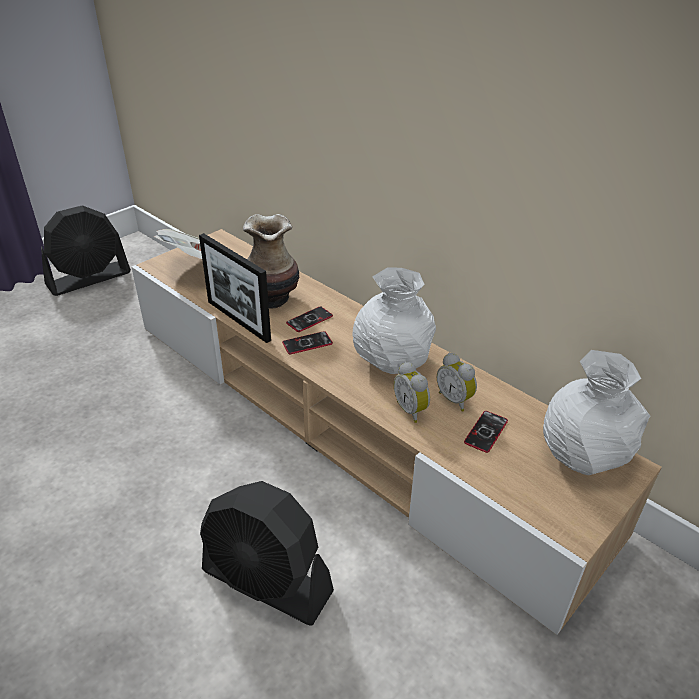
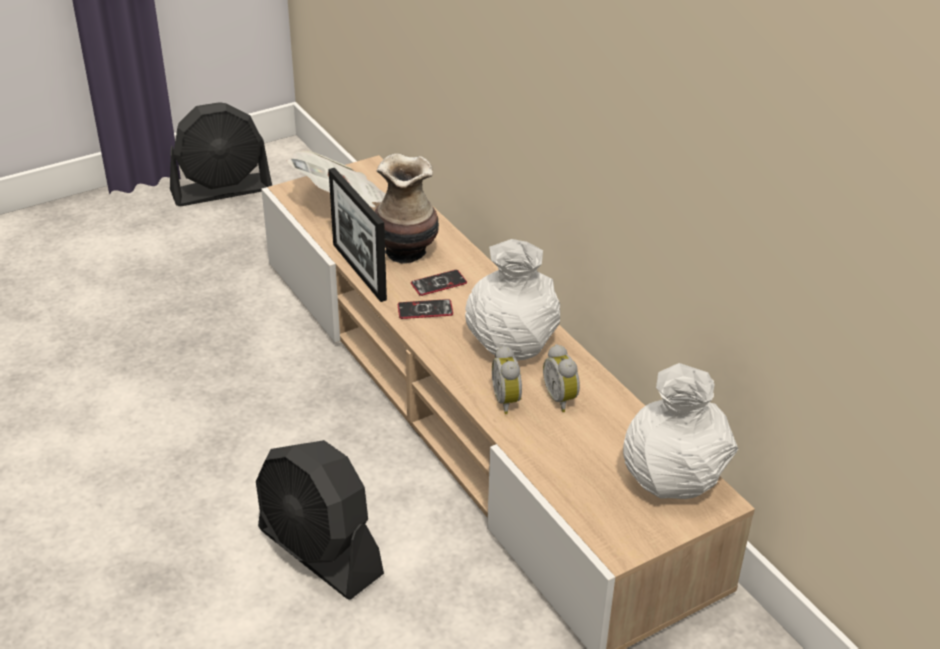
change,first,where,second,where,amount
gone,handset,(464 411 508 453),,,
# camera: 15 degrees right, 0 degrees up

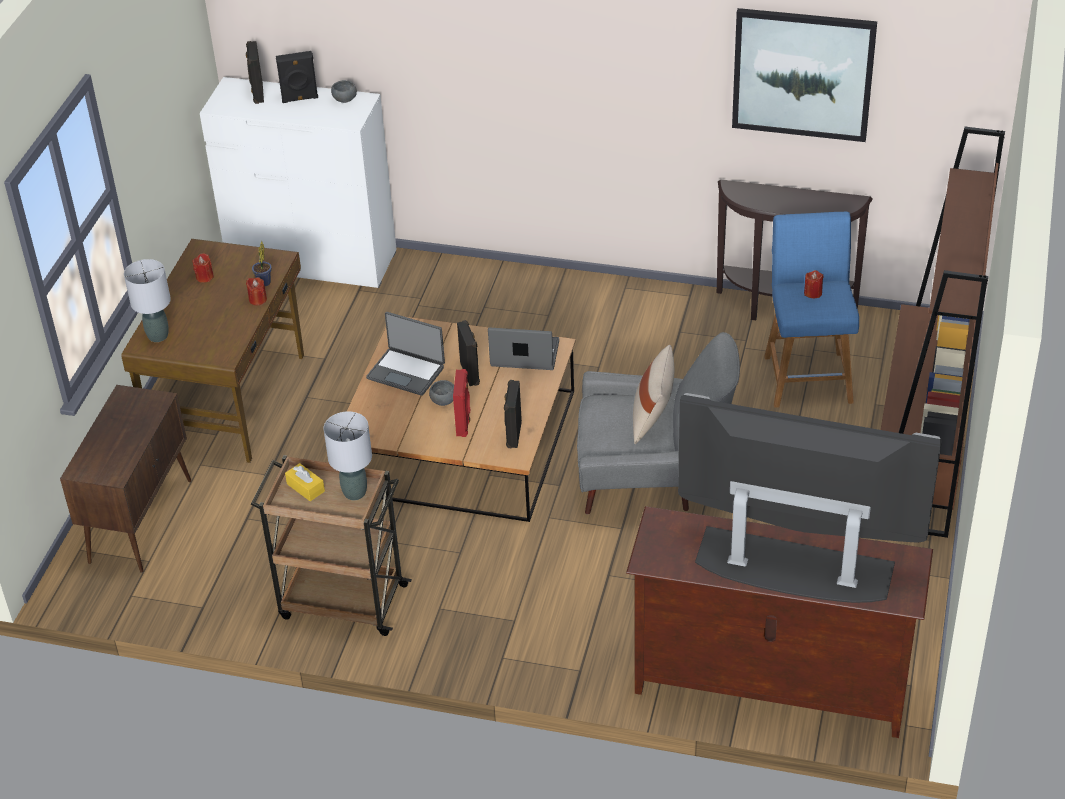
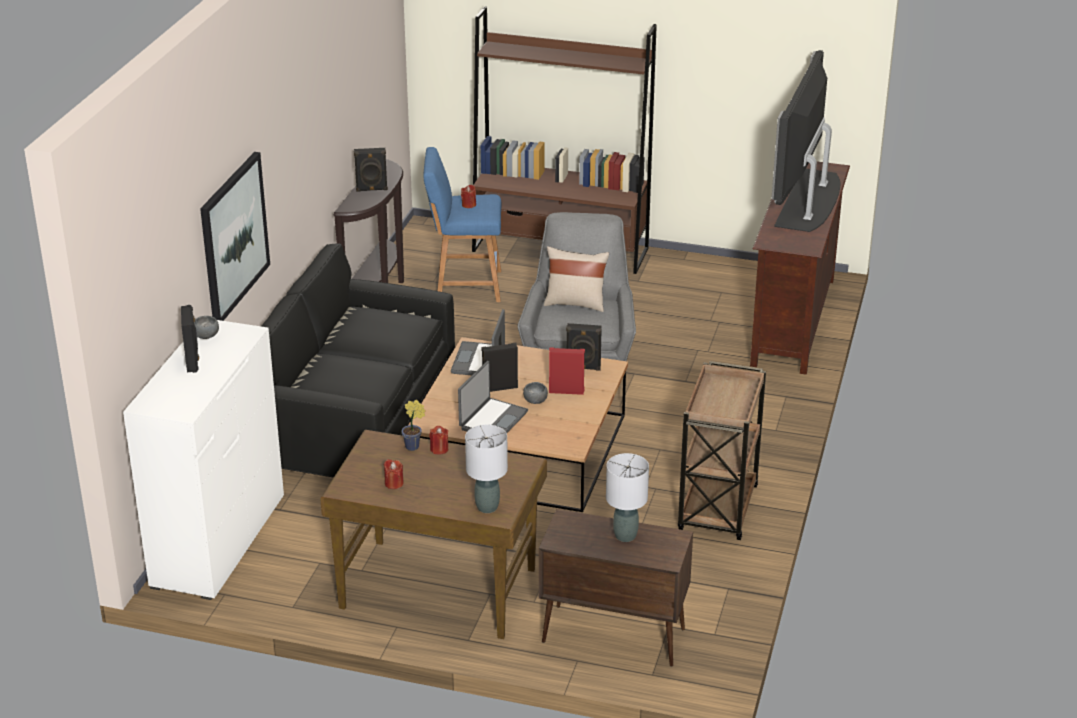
change,first,where,second,where,amount
shifted,black-coloured_audio_speaker,(246 41 264 104),,(354 148 388 192),
gone,yellow-coloured_tissue_holder,(285 463 325 501),,,
shifted,grey_table_lamp,(323 411 372 500),,(606 453 649 542),
shifted,picture,(732 8 877 142),,(200 152 270 321),
new,,,black-coloured_settee,(261 243 455 478),
# camera: 90 degrees left, 10 degrees down

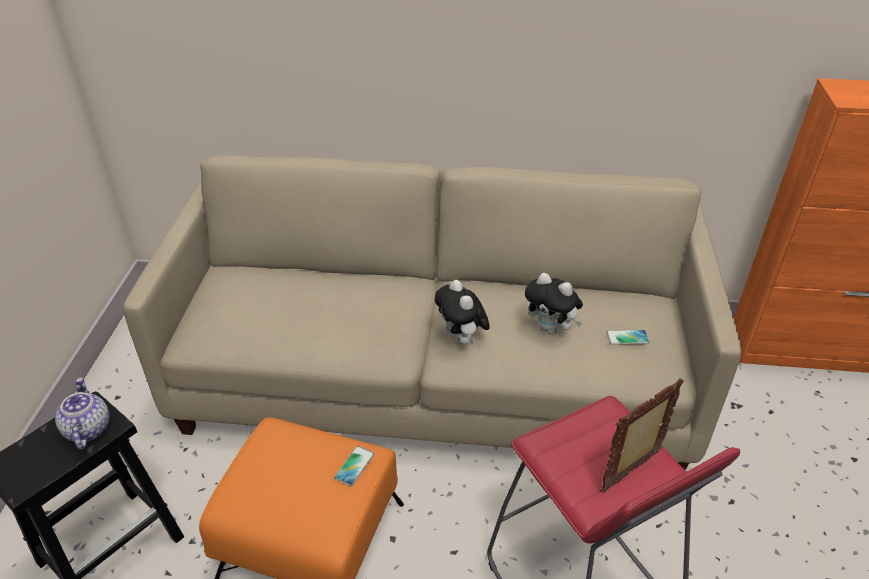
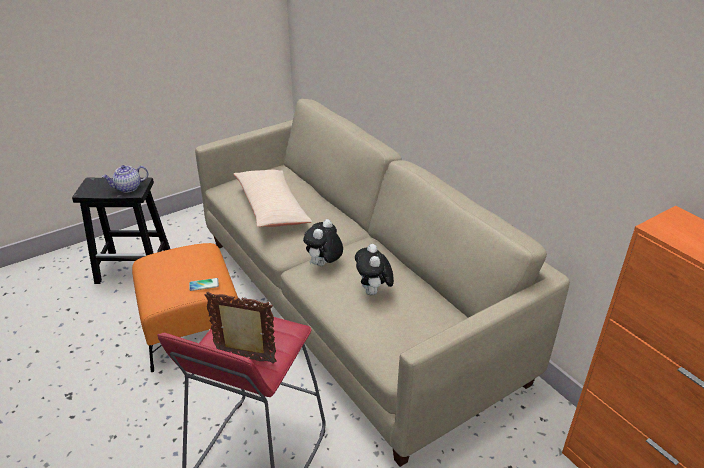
change,first,where,second,where,amount
rotated,pot_for_tea,(55 377 110 449),,(102 165 148 193),150 degrees counterclockwise
gone,handset,(606 330 649 345),,,
new,,,beige_throw_pillow,(233 170 312 227),
# camera: 50 degrees right, 5 degrees down

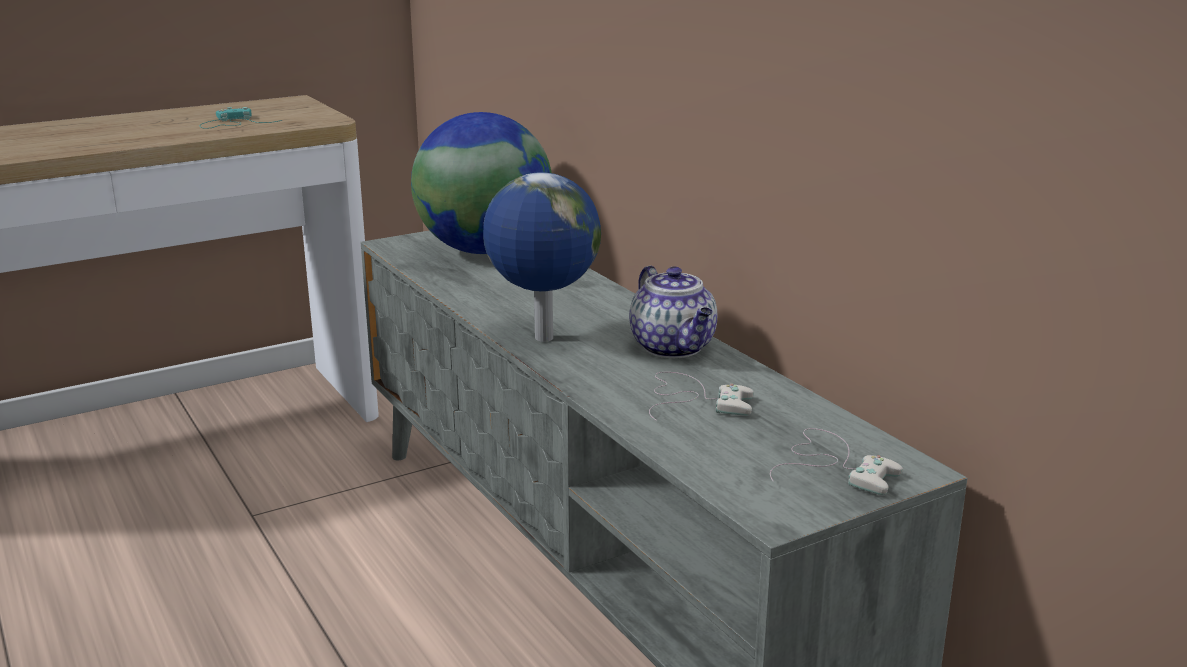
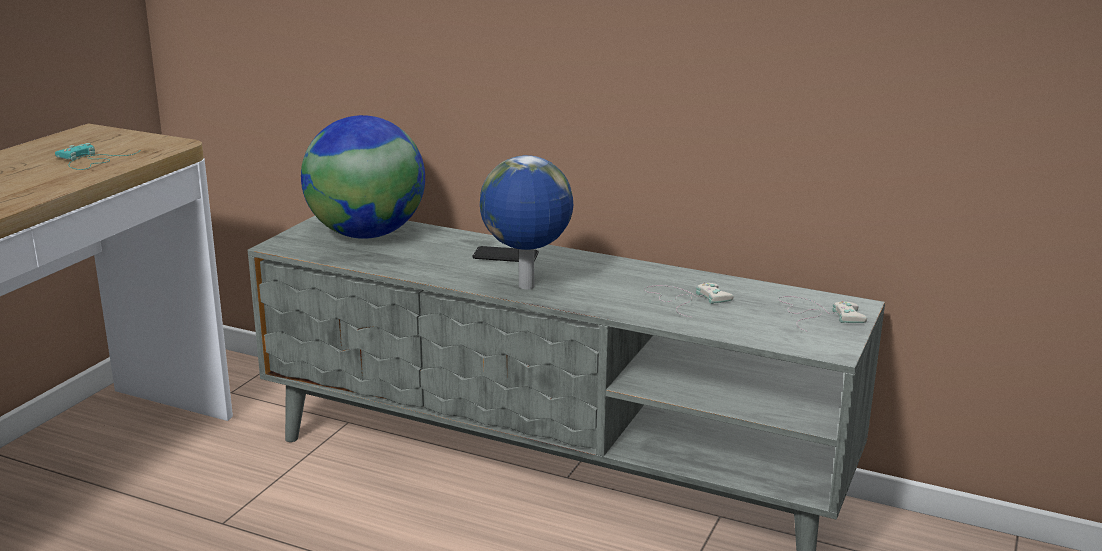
change,first,where,second,where,amount
gone,pot_for_tea,(629 265 717 358),,,
new,,,handset,(472 246 539 262),
# camera: 35 degrees left, 0 degrees up

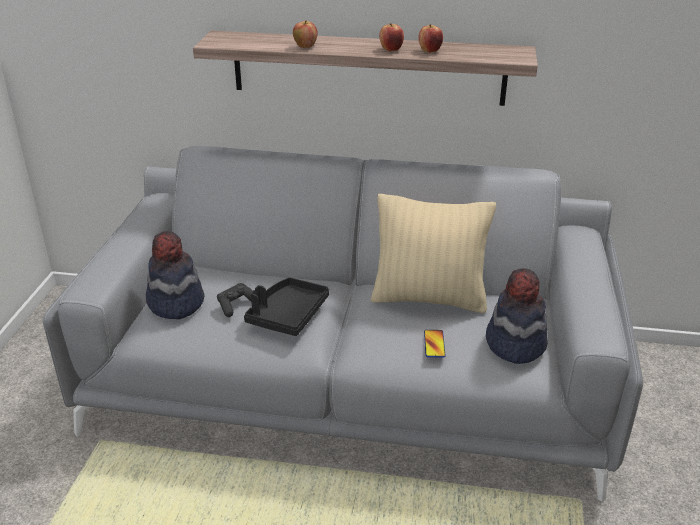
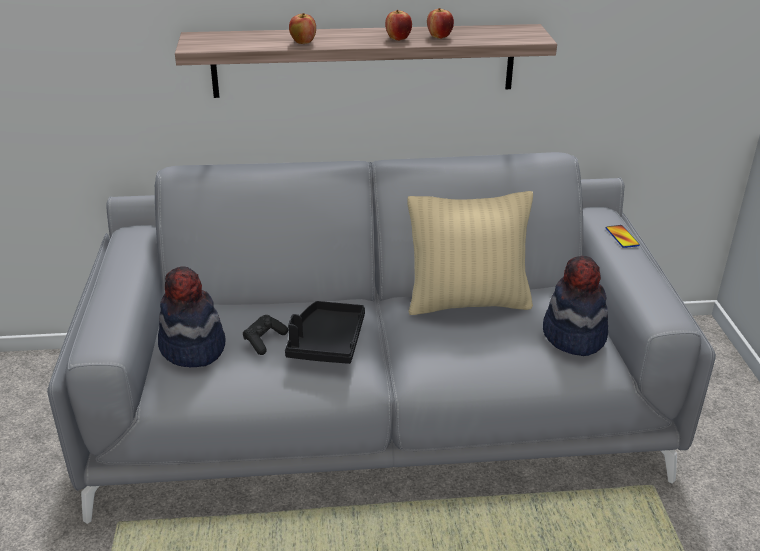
change,first,where,second,where,amount
shifted,handset,(424 330 446 358),,(606 225 640 248),
# camera: 15 degrees left, 0 degrees up

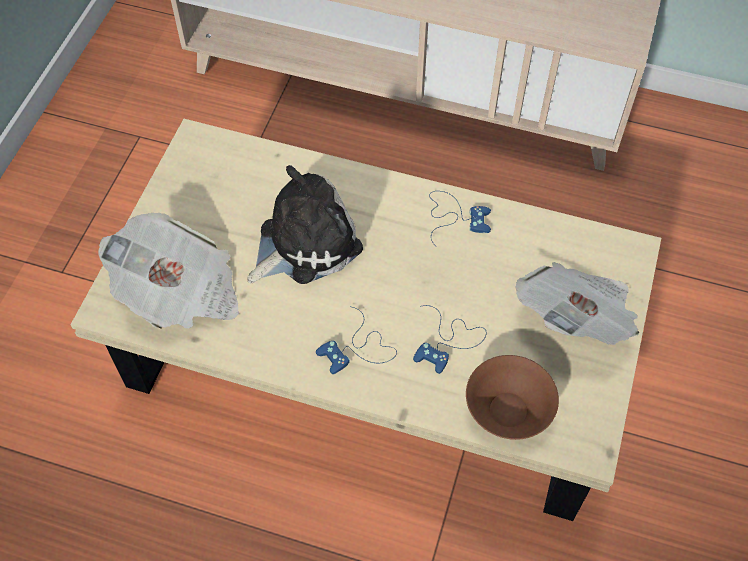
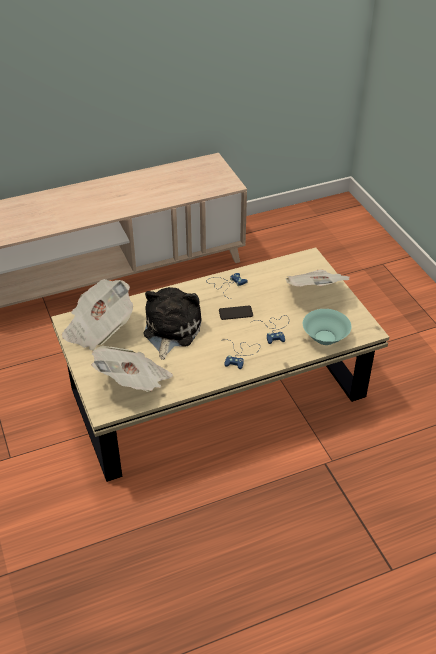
change,first,where,second,where,amount
repainted,brownish_bowl,(466 355 559 440),turquoise_bowl,(303 309 351 345),
new,,,printed_paper,(62 279 133 350),
new,,,handset,(219 306 253 320),
# camera: 40 degrees left, 15 degrees down

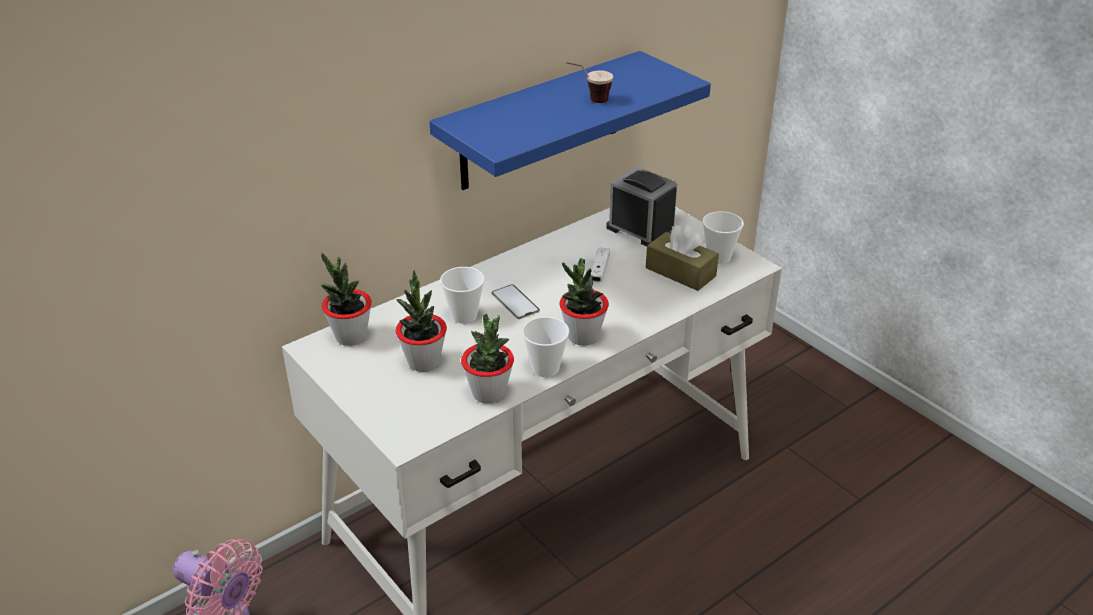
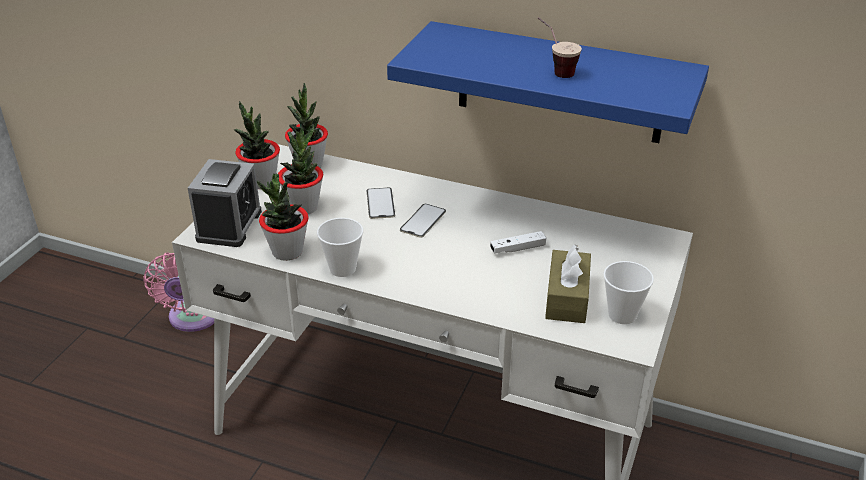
change,first,where,second,where,amount
swapped,drinking_cup,(440 267 485 323),handset,(367 188 395 219),
shifted,houseplant,(559 258 609 345),,(234 101 280 189),
shifted,table_clock,(606 167 678 246),,(188 159 262 247),
# camera: 60 degrees right, 0 degrees up

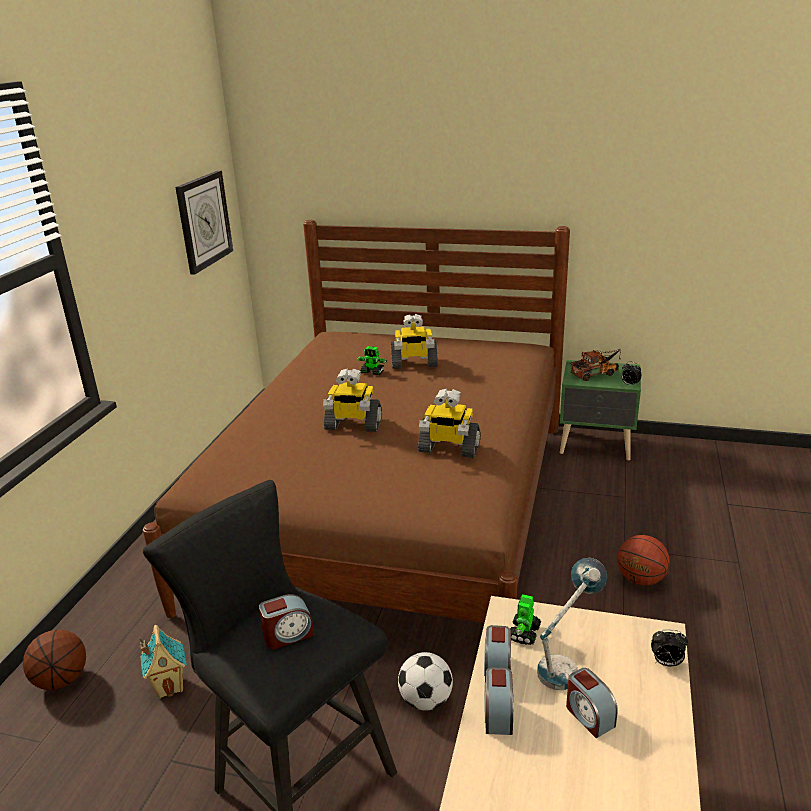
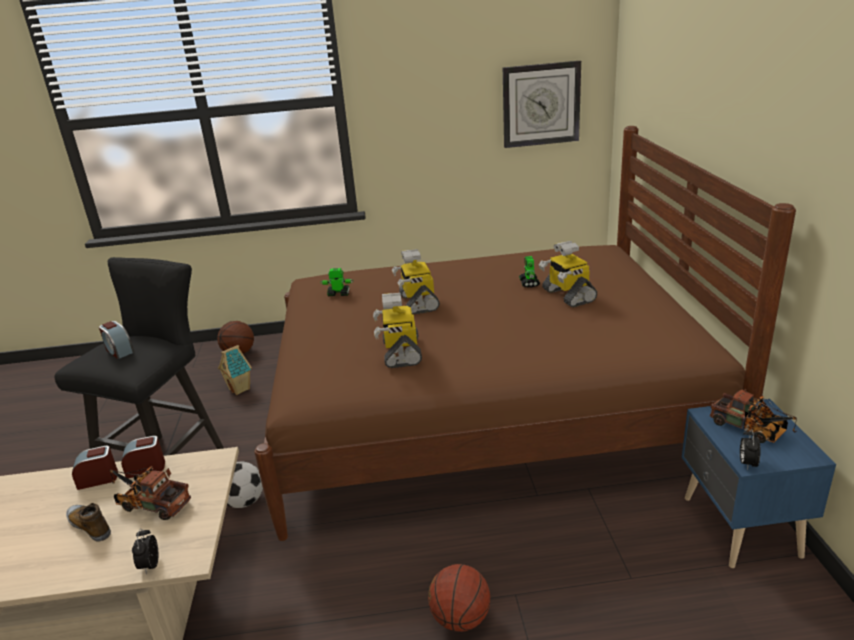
change,first,where,second,where,amount
shifted,robot_figure,(510 594 541 645),,(321 268 354 296),
swapped,table_lamp,(537 558 608 690),model_truck,(110 466 191 520),
repainted,green_bedside_table,(560 360 641 460),blue_bedside_table,(682 399 836 568),
swapped,table_clock,(566 668 618 738),item_of_footwear,(66 503 111 542),
# camera: 70 degrees right, 0 degrees up

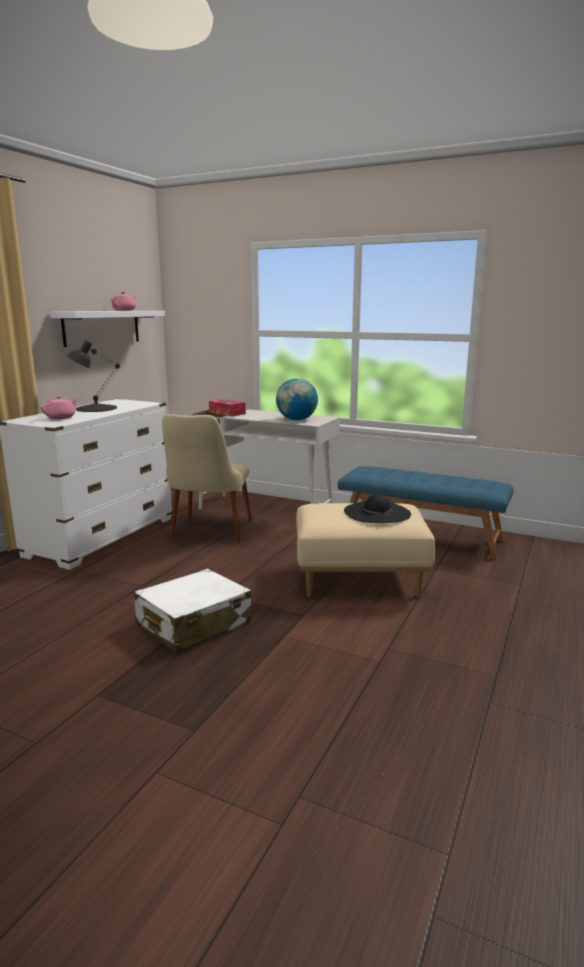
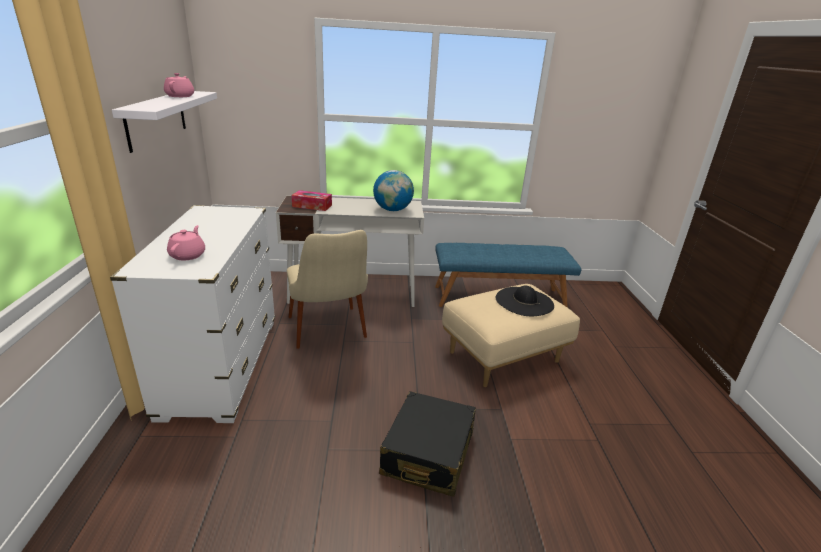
change,first,where,second,where,amount
gone,black-coloured_table_lamp,(67 340 120 412),,,
repainted,white_piece_of_luggage,(134 569 252 653),black-coloured_piece_of_luggage,(379 391 476 497),
# camera: 30 degrees left, 10 degrees up

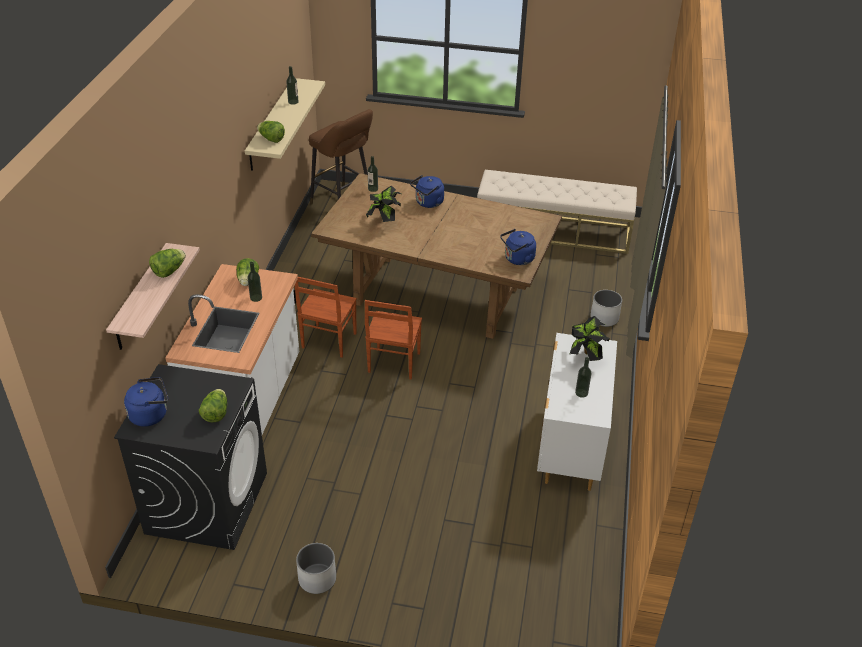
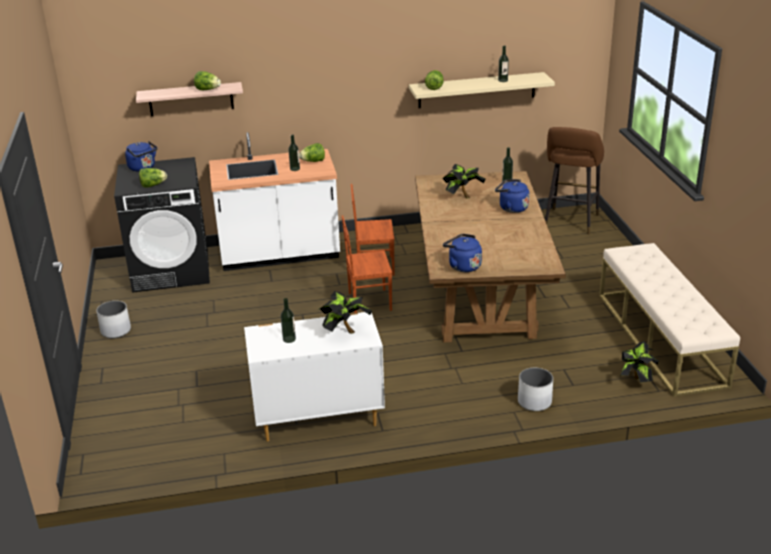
change,first,where,second,where,amount
new,,,houseplant,(620 341 659 383),
# camera: 70 degrees right, 10 degrees down

